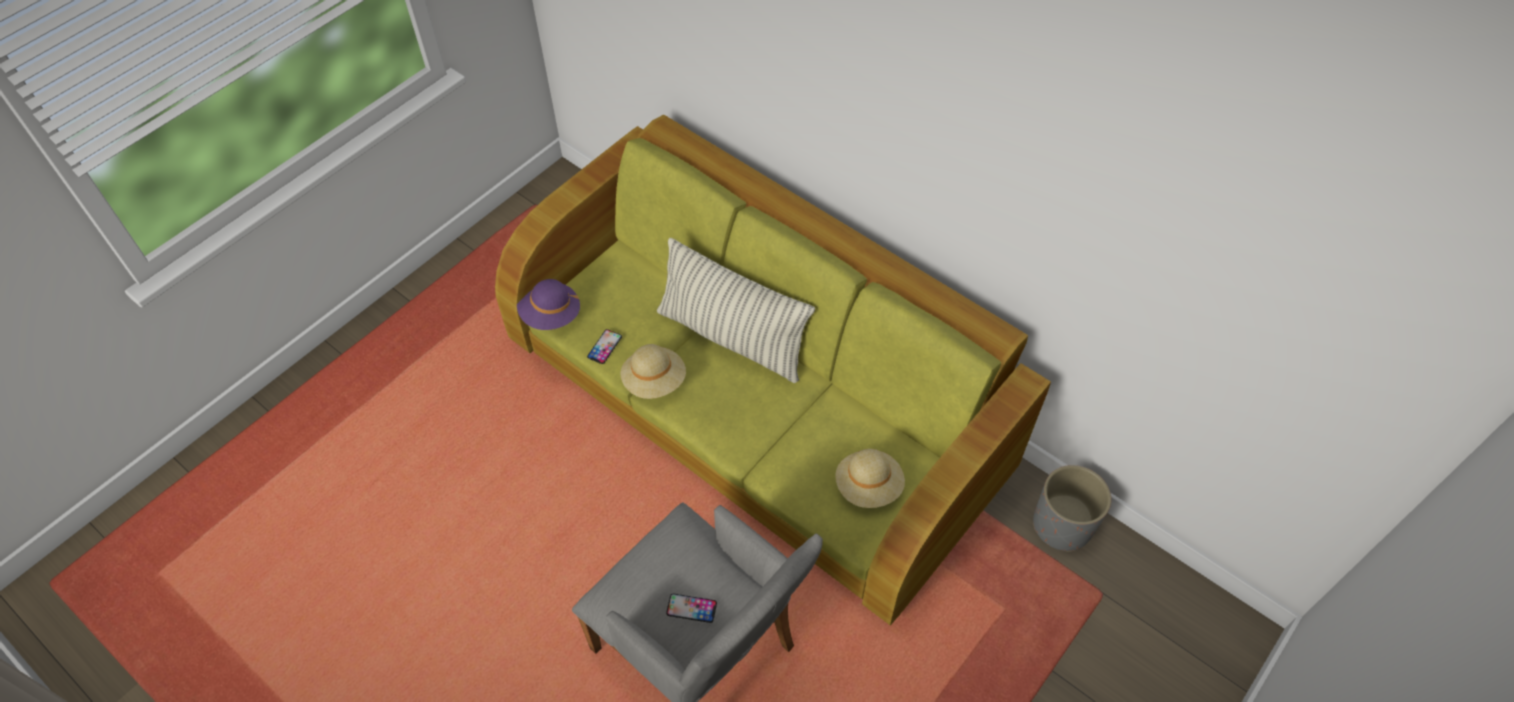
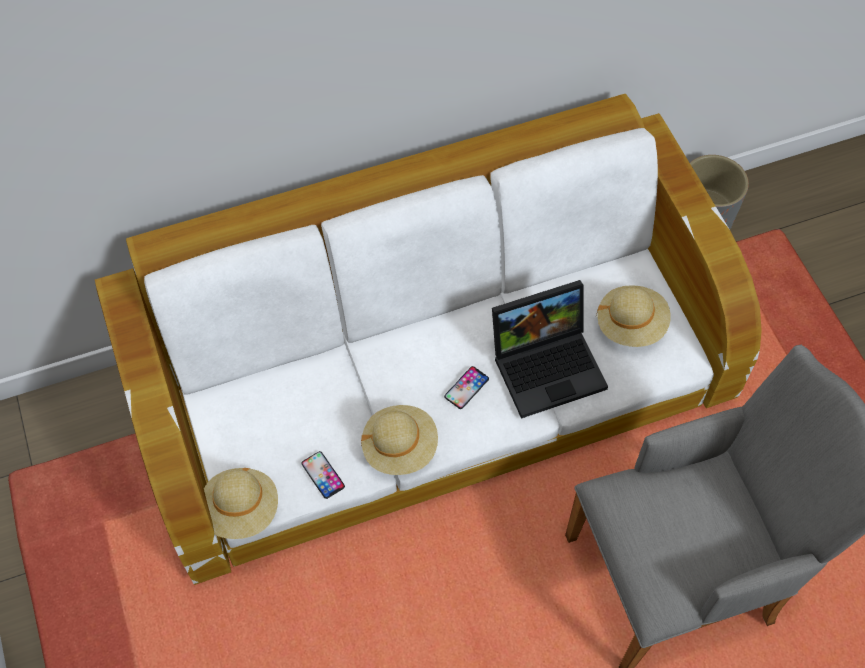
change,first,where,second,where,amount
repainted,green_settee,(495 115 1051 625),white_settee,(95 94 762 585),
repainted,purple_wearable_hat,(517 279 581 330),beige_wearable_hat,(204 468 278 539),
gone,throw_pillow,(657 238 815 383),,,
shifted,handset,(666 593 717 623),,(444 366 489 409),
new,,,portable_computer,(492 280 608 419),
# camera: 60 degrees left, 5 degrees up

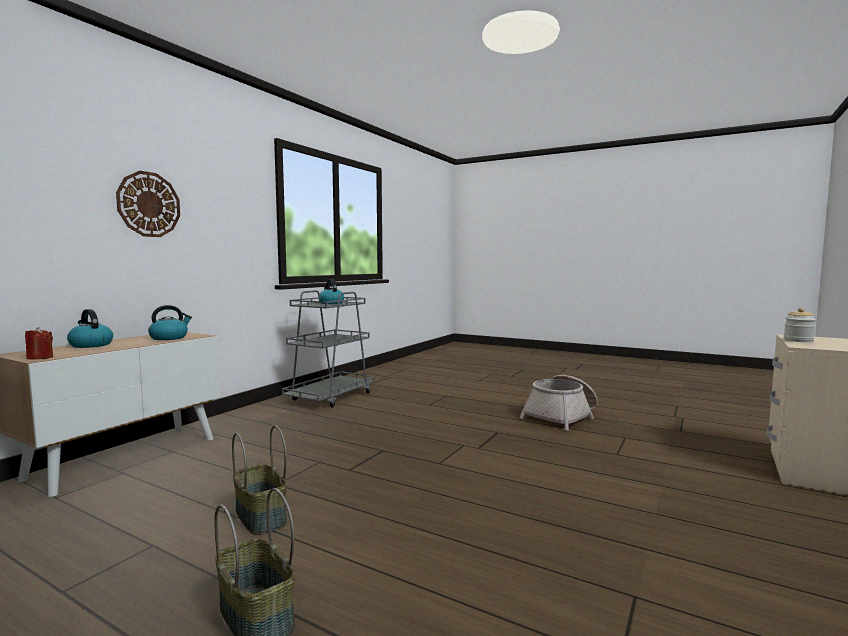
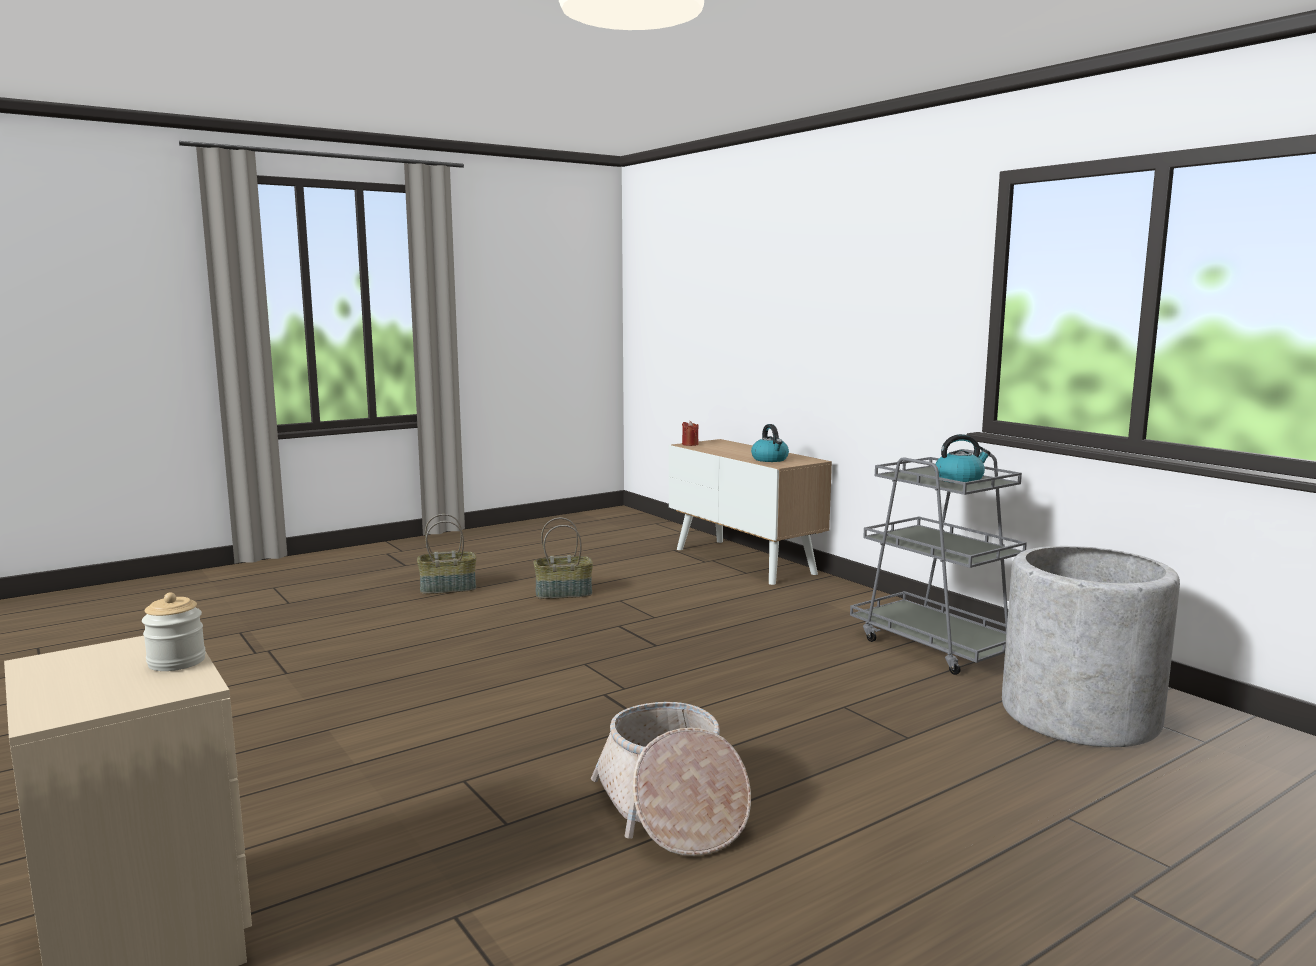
change,first,where,second,where,amount
gone,kettle,(67 309 113 348),,,
gone,wall_clock,(116 171 180 237),,,
new,,,grey_flower_pot,(1002 546 1180 747),
# camera: 115 degrees right, 5 degrees up

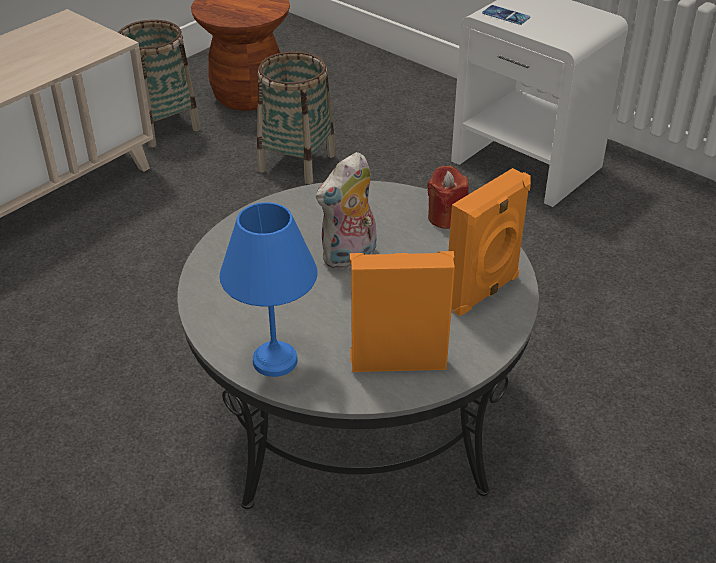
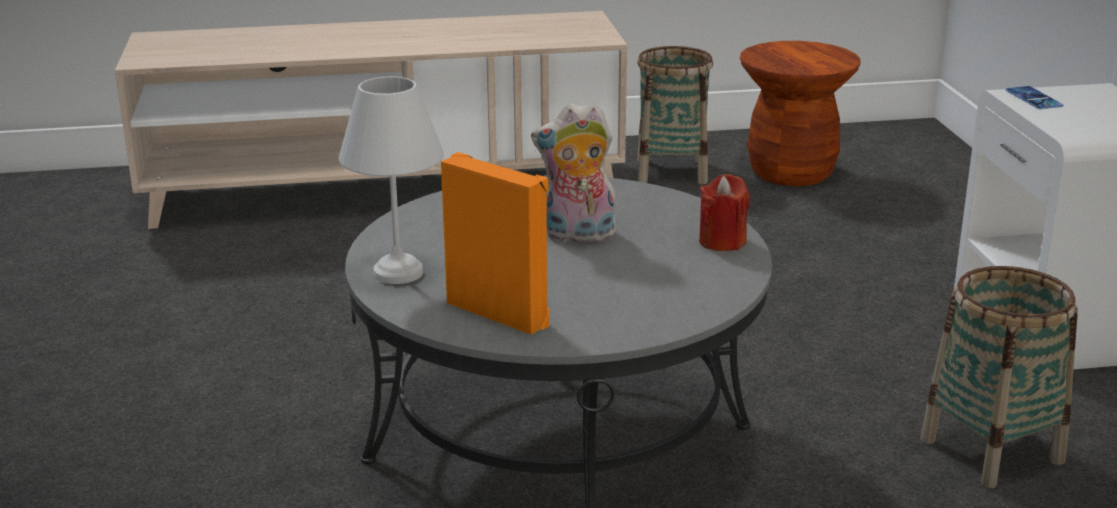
change,first,where,second,where,amount
repainted,blue_table_lamp,(220 202 318 377),white_table_lamp,(339 77 444 284),
shifted,storage_basket,(257 51 336 184),,(920 266 1078 488),
gone,orange-coloured_audio_speaker,(449 168 531 316),,,
# camera: 40 degrees right, 15 degrees down

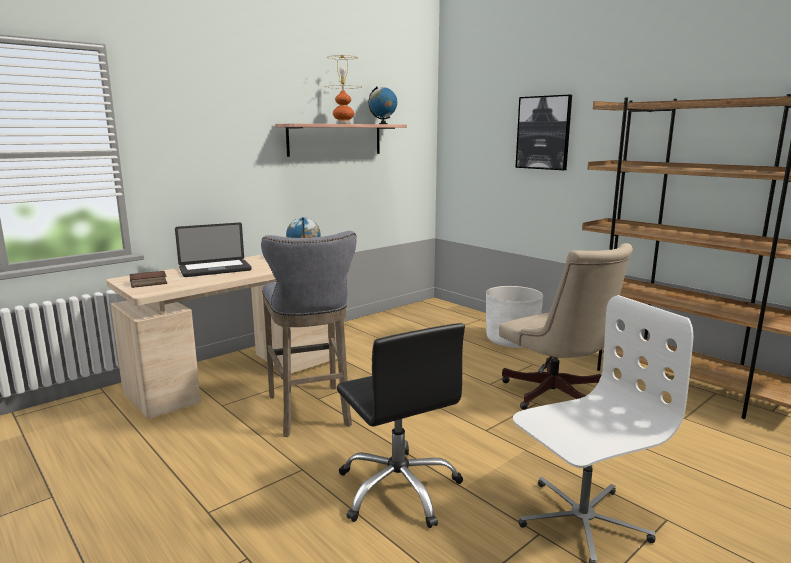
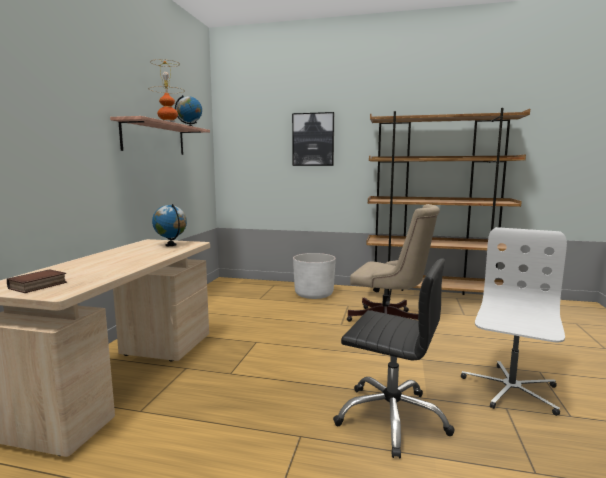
change,first,where,second,where,amount
gone,portable_computer,(175 223 252 277),,,
gone,grey_sitting_stool,(261 231 357 437),,,
# camera: 35 degrees left, 5 degrees down

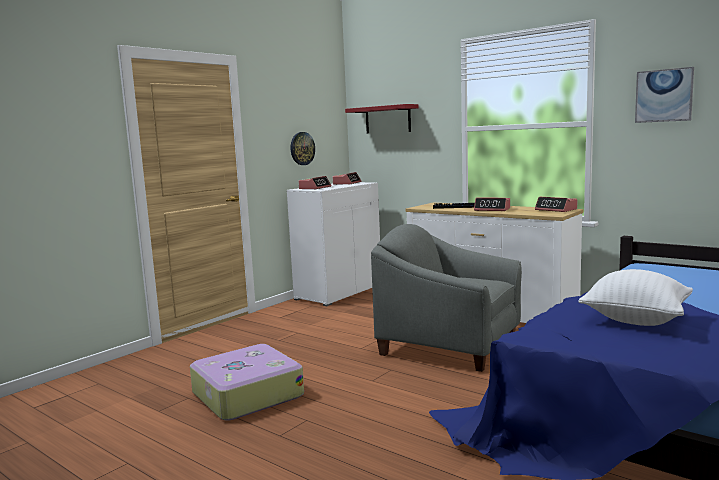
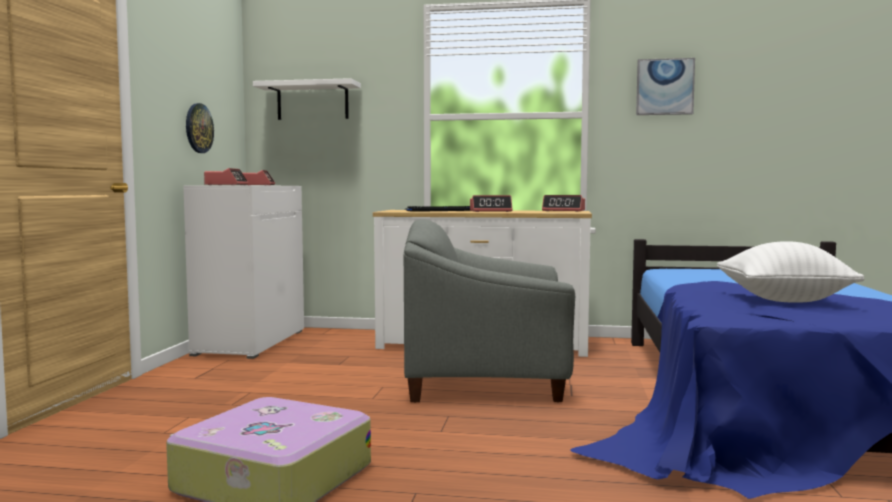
change,first,where,second,where,amount
repainted,reddish_wall_shelf,(345 104 419 134),white_wall_shelf,(253 78 361 120),
# camera: 30 degrees left, 5 degrees down

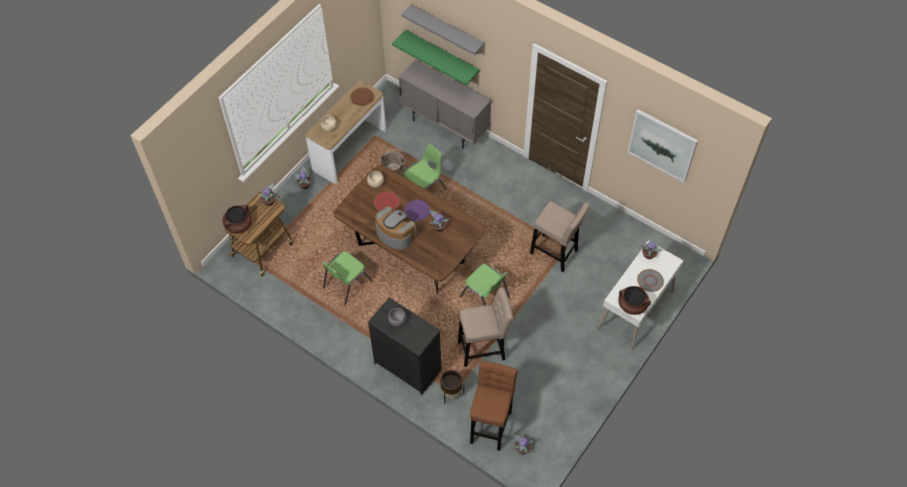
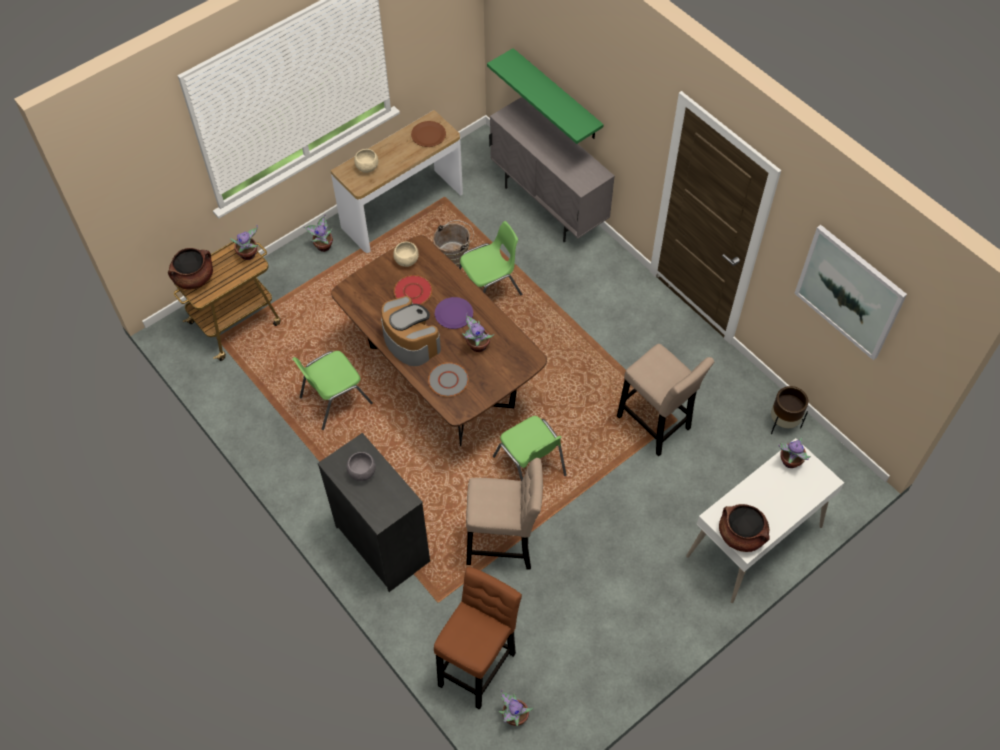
change,first,where,second,where,amount
gone,grey_wall_shelf,(401 5 484 55),,,
shifted,brownish_flower_pot,(440 370 464 403),,(771 386 808 434),
shifted,grey_dinner_plate,(637 269 664 292),,(428 362 469 397),
# camera: 15 degrees right, 0 degrees up

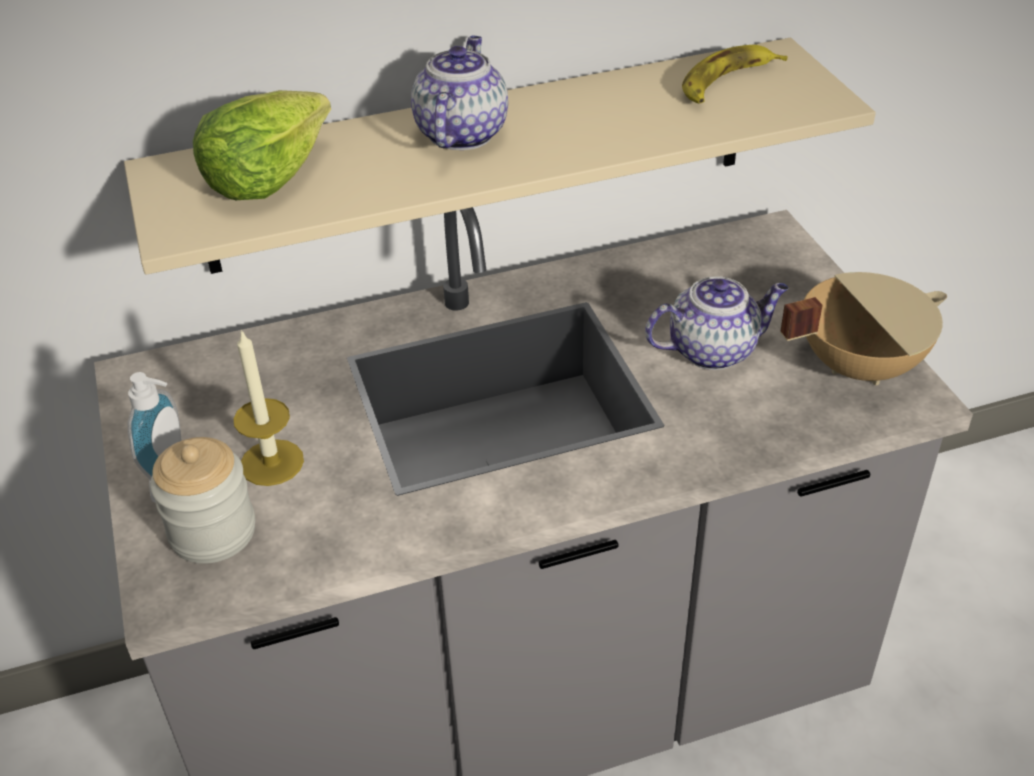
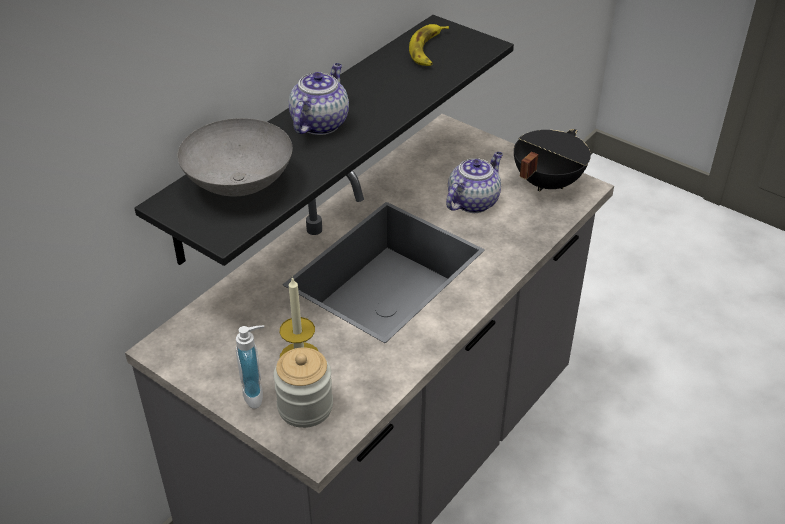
change,first,where,second,where,amount
repainted,beige_wall_shelf,(124 38 876 275),black-coloured_wall_shelf,(134 15 514 266),
swapped,lettuce_head,(193 90 331 200),grey_bowl,(177 118 292 196),
rotated,pot_for_tea,(411 36 508 150),,(288 63 349 135),45 degrees clockwise
repainted,beige_saucepot,(780 272 947 386),black-coloured_saucepot,(514 129 591 191),
# camera: 35 degrees left, 0 degrees up

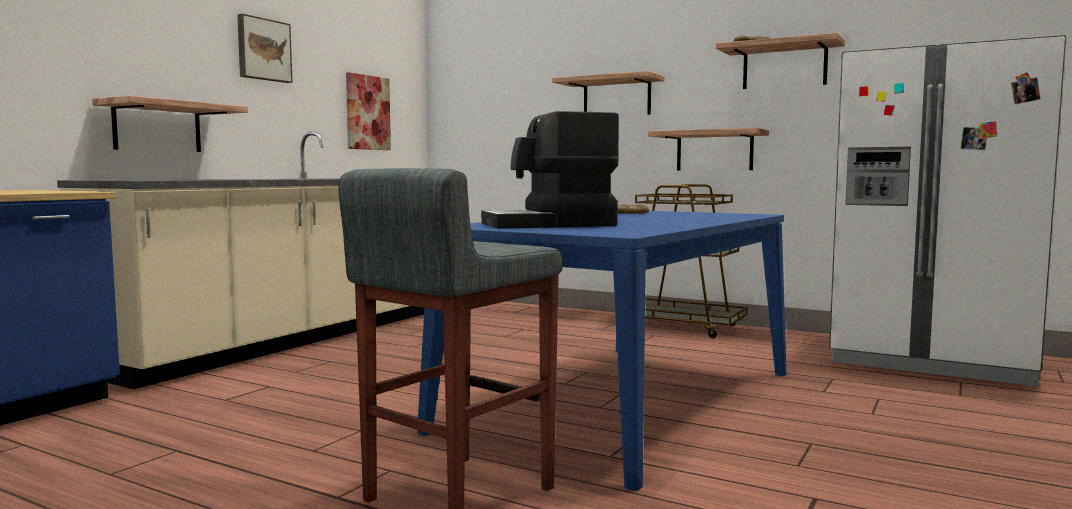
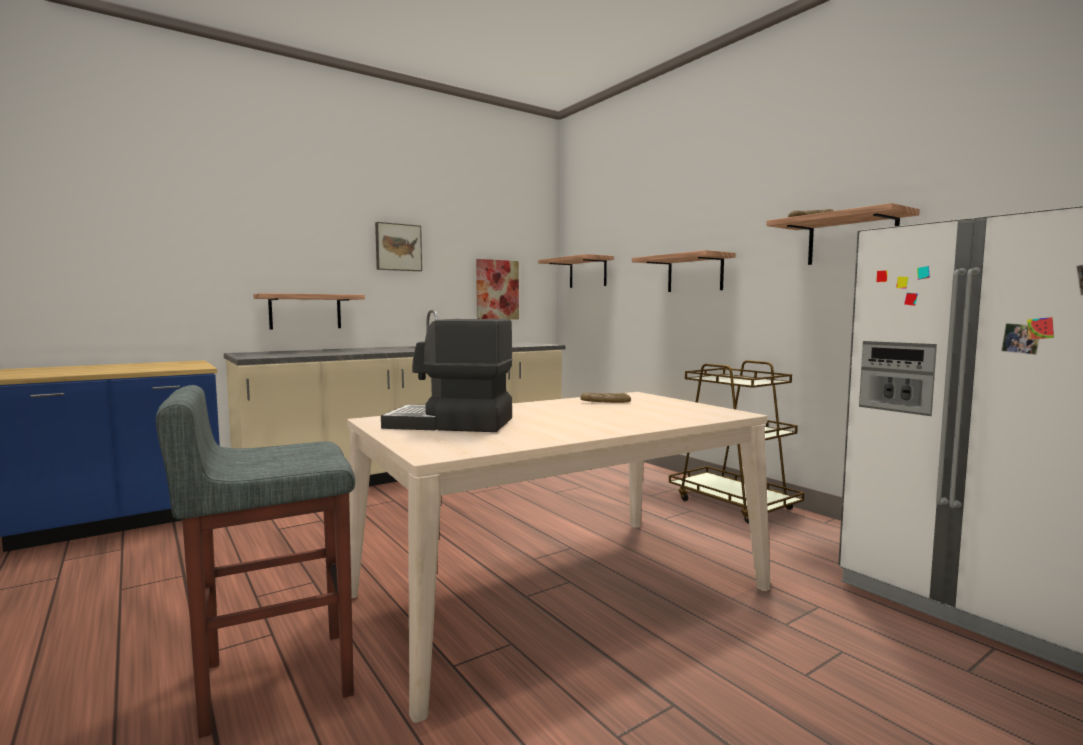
change,first,where,second,where,amount
repainted,blue_kitchen_table,(417 211 787 491),beige_kitchen_table,(347 392 771 723),
shifted,wall_shelf,(648 128 769 170),,(538 254 614 288),
# camera: 25 degrees right, 0 degrees up

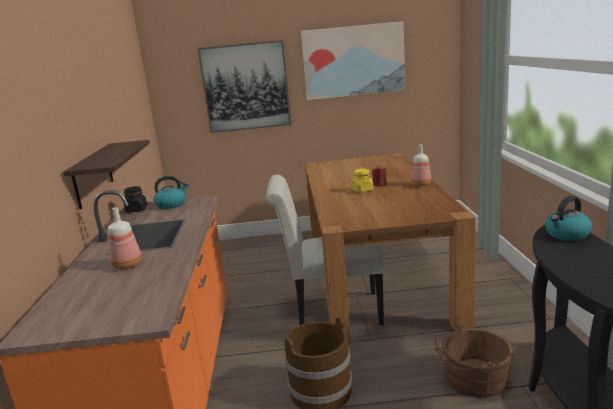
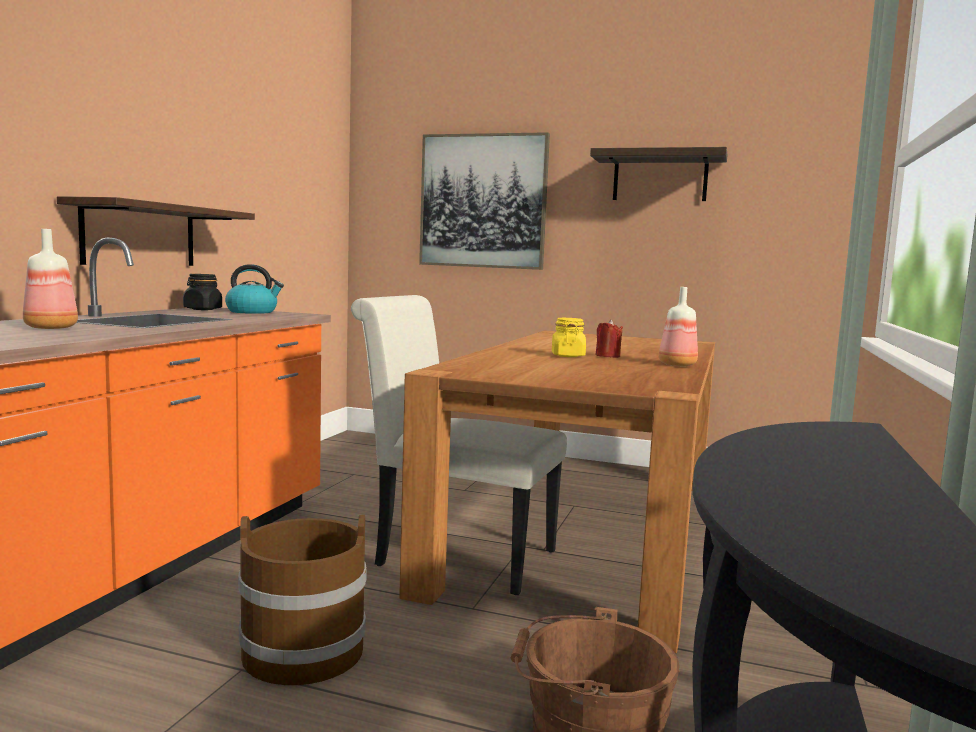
change,first,where,second,where,amount
swapped,picture,(301 21 405 100),wall_shelf,(590 147 727 201),
gone,kettle,(545 196 592 241),,,
# camera: 20 degrees right, 10 degrees down

